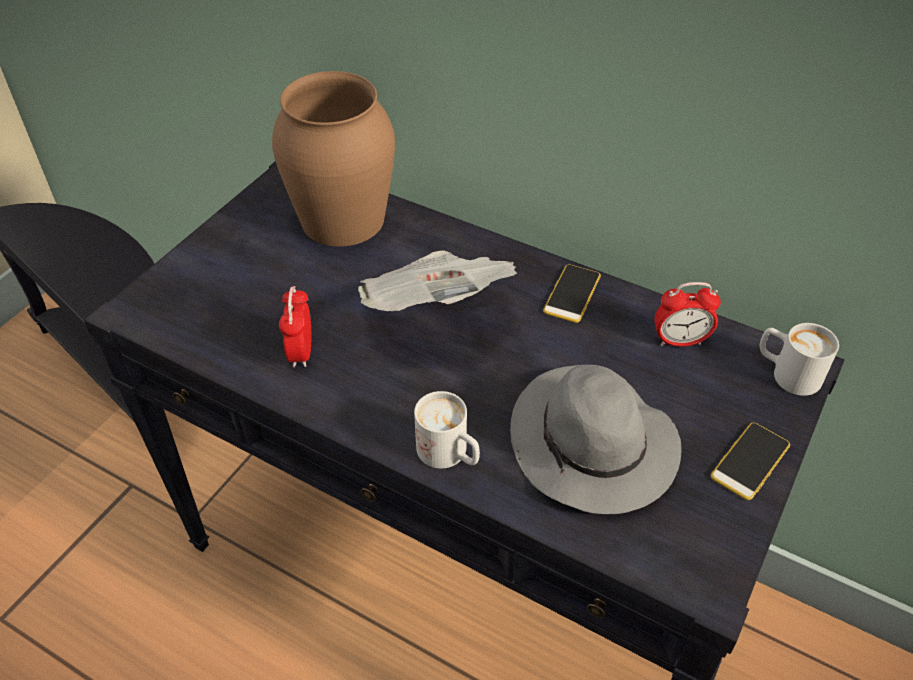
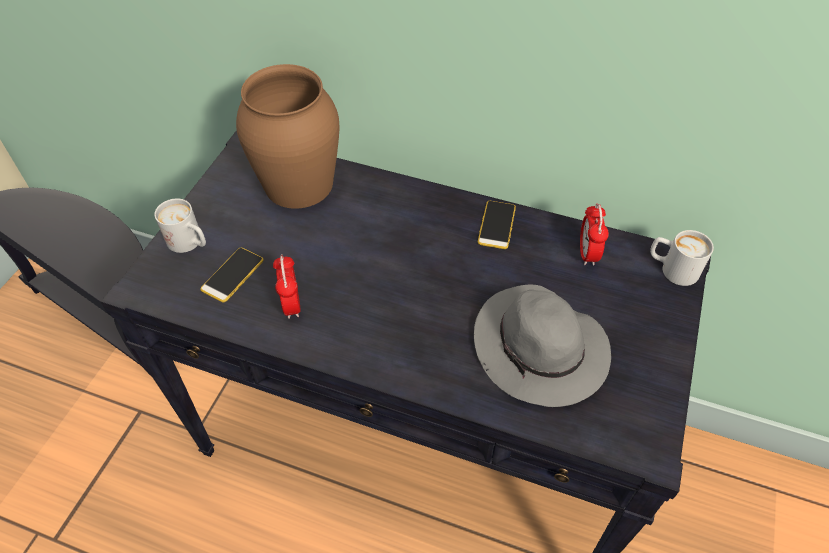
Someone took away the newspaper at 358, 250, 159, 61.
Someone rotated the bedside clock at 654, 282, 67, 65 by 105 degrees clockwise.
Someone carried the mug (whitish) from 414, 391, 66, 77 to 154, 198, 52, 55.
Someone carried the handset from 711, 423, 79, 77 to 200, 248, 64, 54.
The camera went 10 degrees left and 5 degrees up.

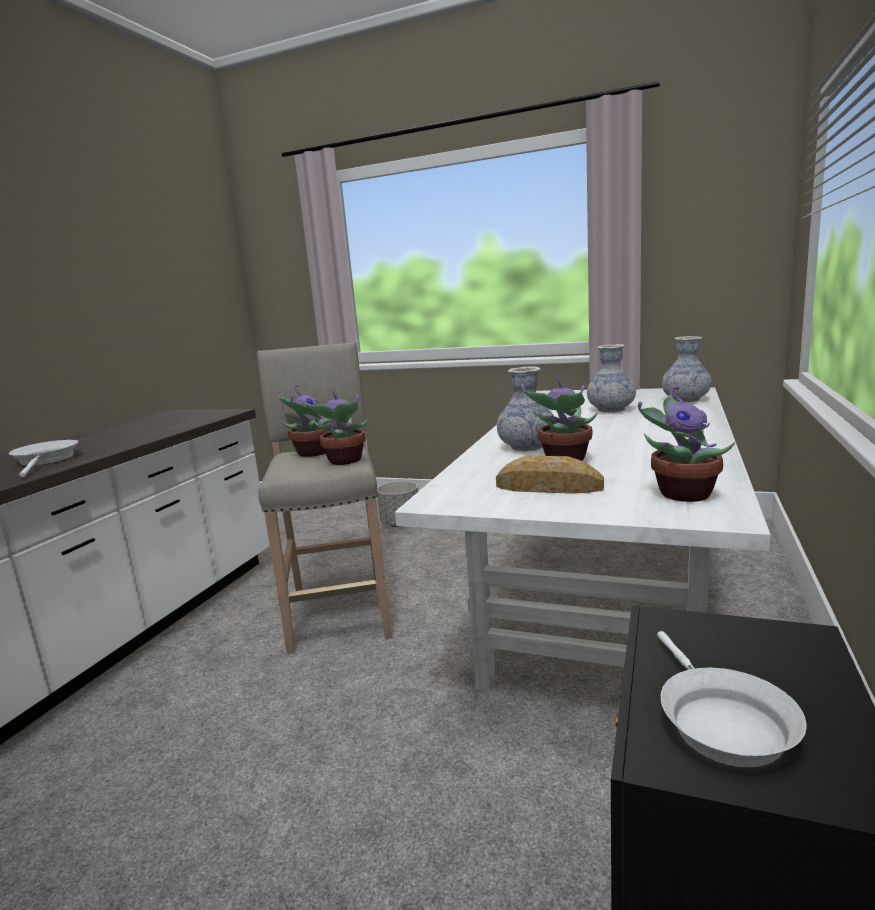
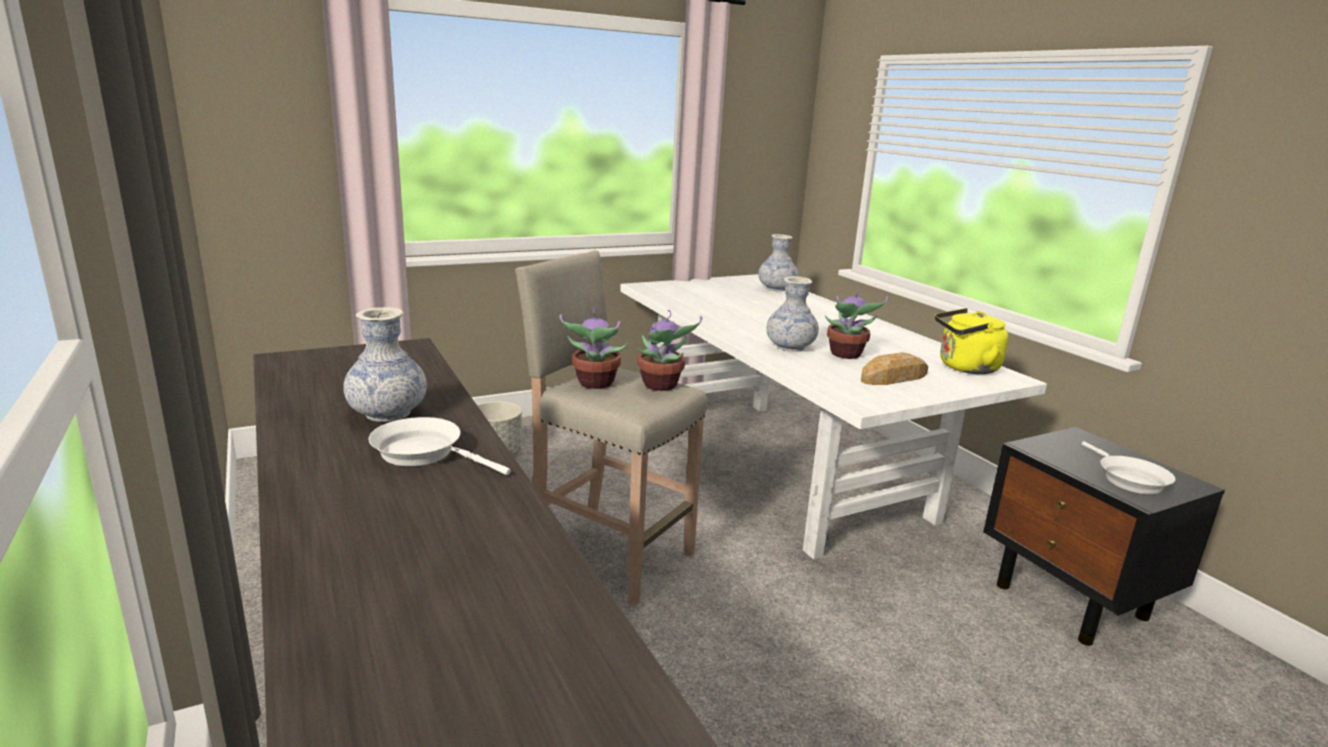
Someone carried the vase from 587, 344, 49, 68 to 343, 307, 84, 115.
Someone swapped the potted plant at 638, 387, 97, 115 for the water kettle (yellow) at 935, 308, 73, 66.
Someone rotated the frying pan (whitish) at 657, 631, 150, 136 by 45 degrees clockwise.
The camera went 50 degrees left and 5 degrees up.

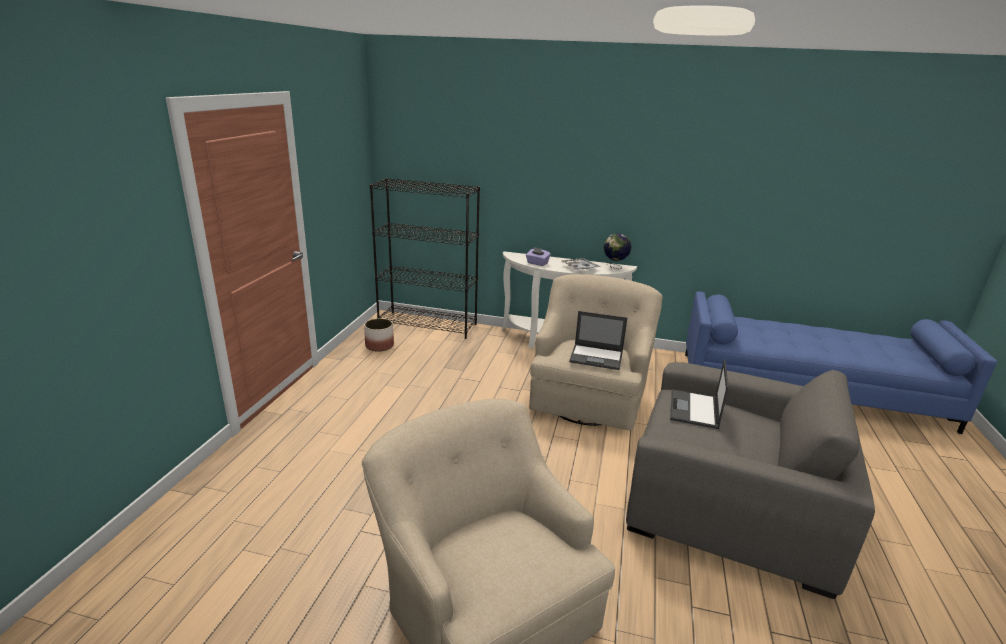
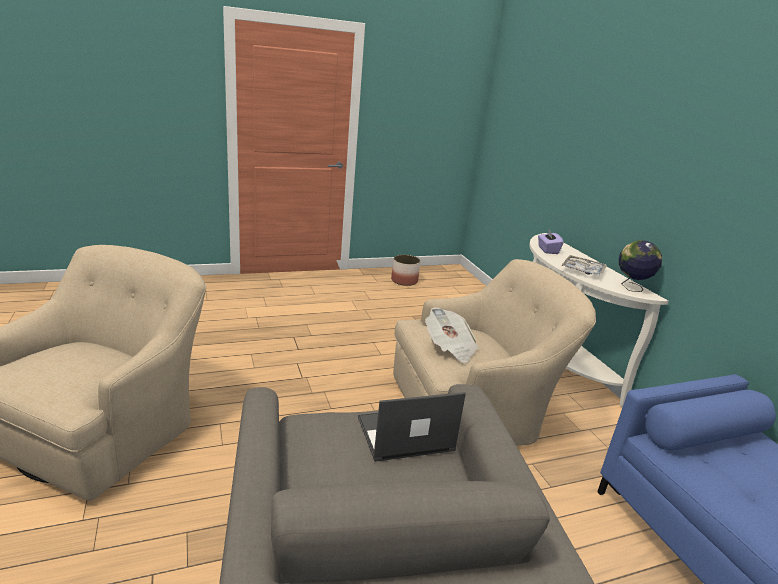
Someone took away the bookcase (black-coloured) at 370, 178, 110, 161.
Someone swapped the portable computer at 569, 311, 58, 59 for the newspaper at 425, 307, 54, 56.
The camera went 55 degrees right and 0 degrees up.

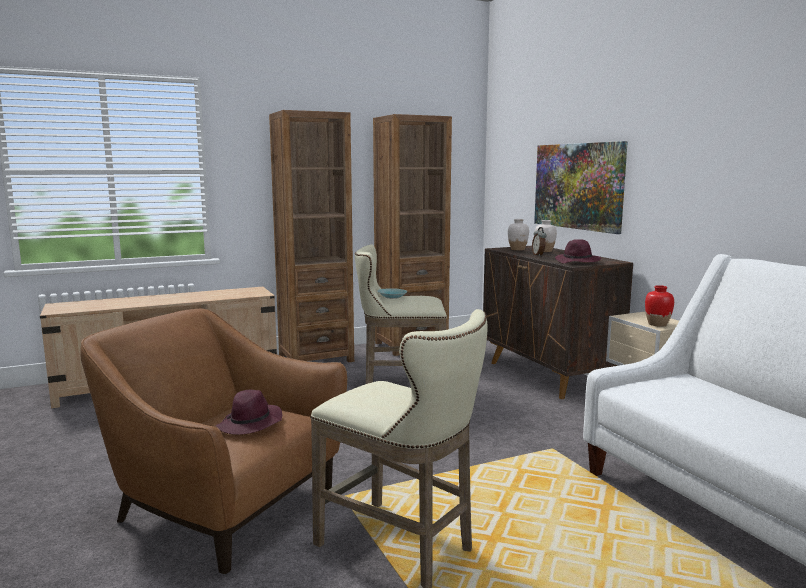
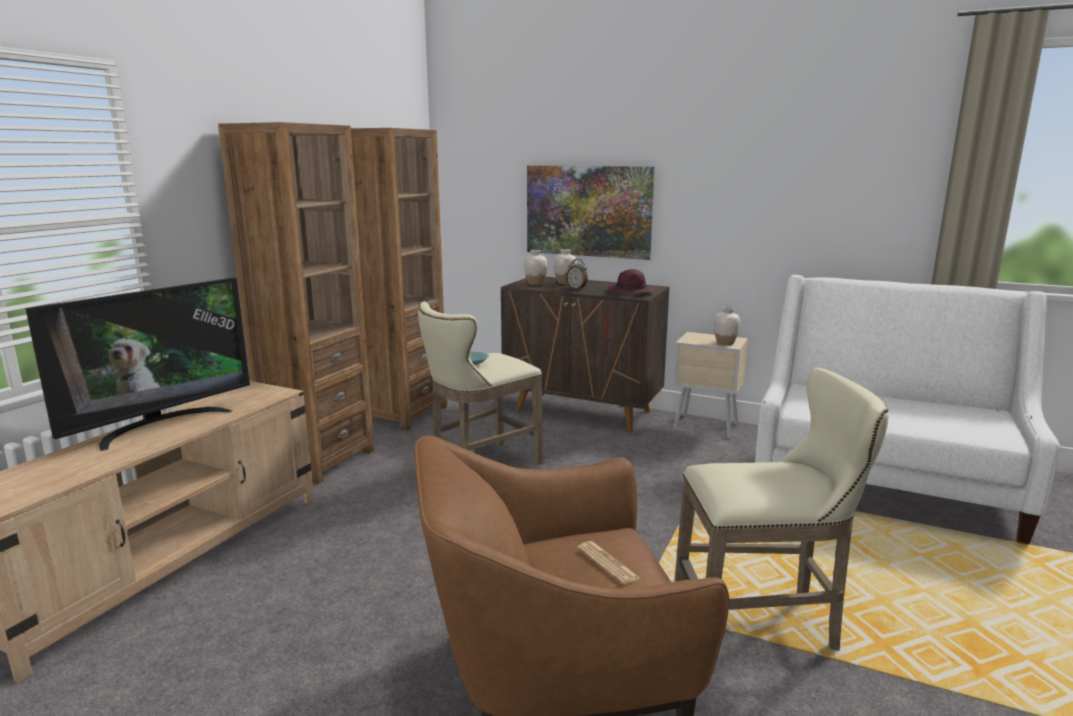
Someone repainted the vase (reddish) at 645, 285, 29, 42, which became the vase (whitish) at 714, 307, 26, 38.
Someone swapped the hat (purplish) at 216, 390, 66, 45 for the newspaper at 577, 541, 63, 44.
Someone put down the television at 25, 278, 225, 173.
The camera went 40 degrees left and 5 degrees up.

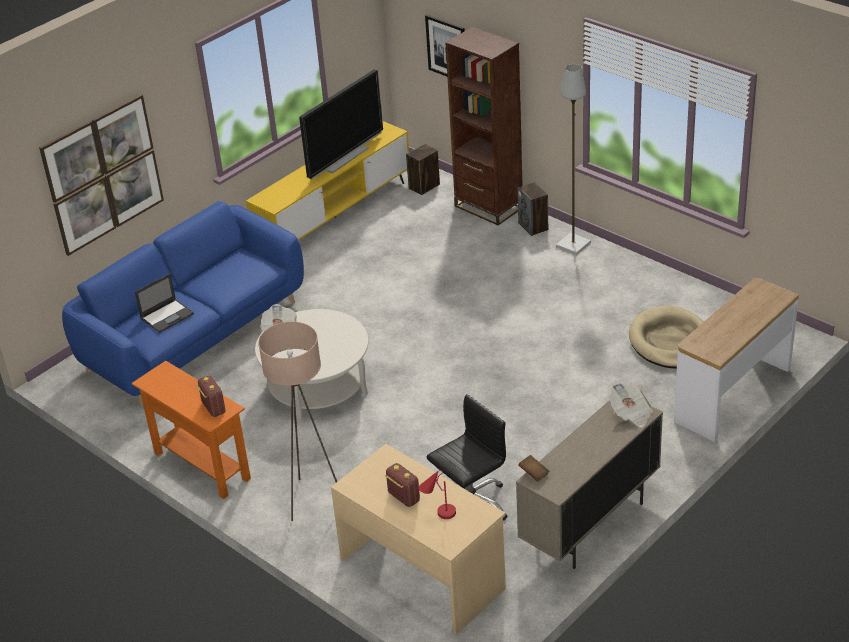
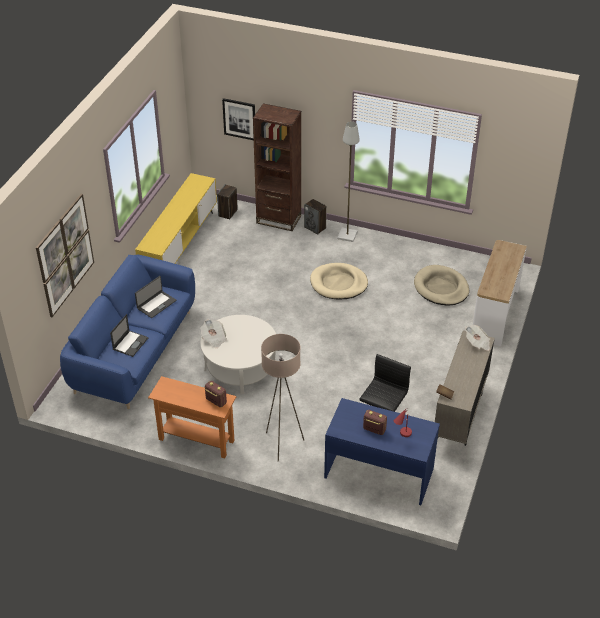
Someone took away the television at 299, 69, 84, 111.
Someone repainted the desk table (sand-coloured) at 331, 444, 175, 191, which became the desk table (bluish) at 324, 398, 116, 107.
Someone put down the pet bed (sand-coloured) at 310, 263, 58, 36.
Someone put down the portable computer at 135, 276, 41, 42.
The camera went 25 degrees left and 5 degrees up.

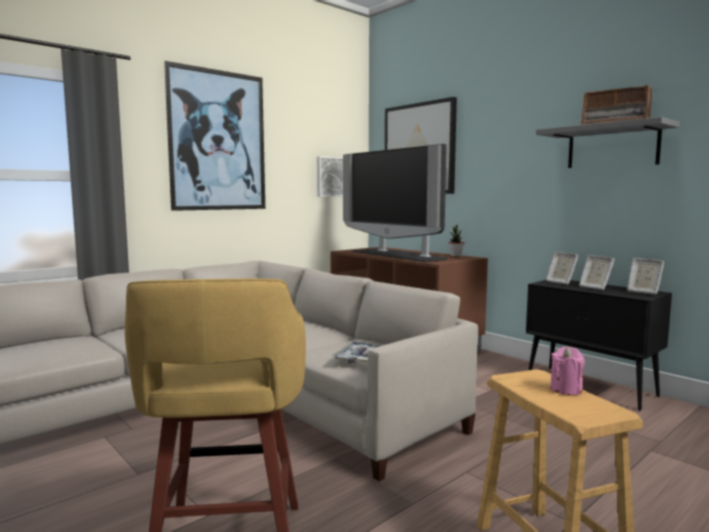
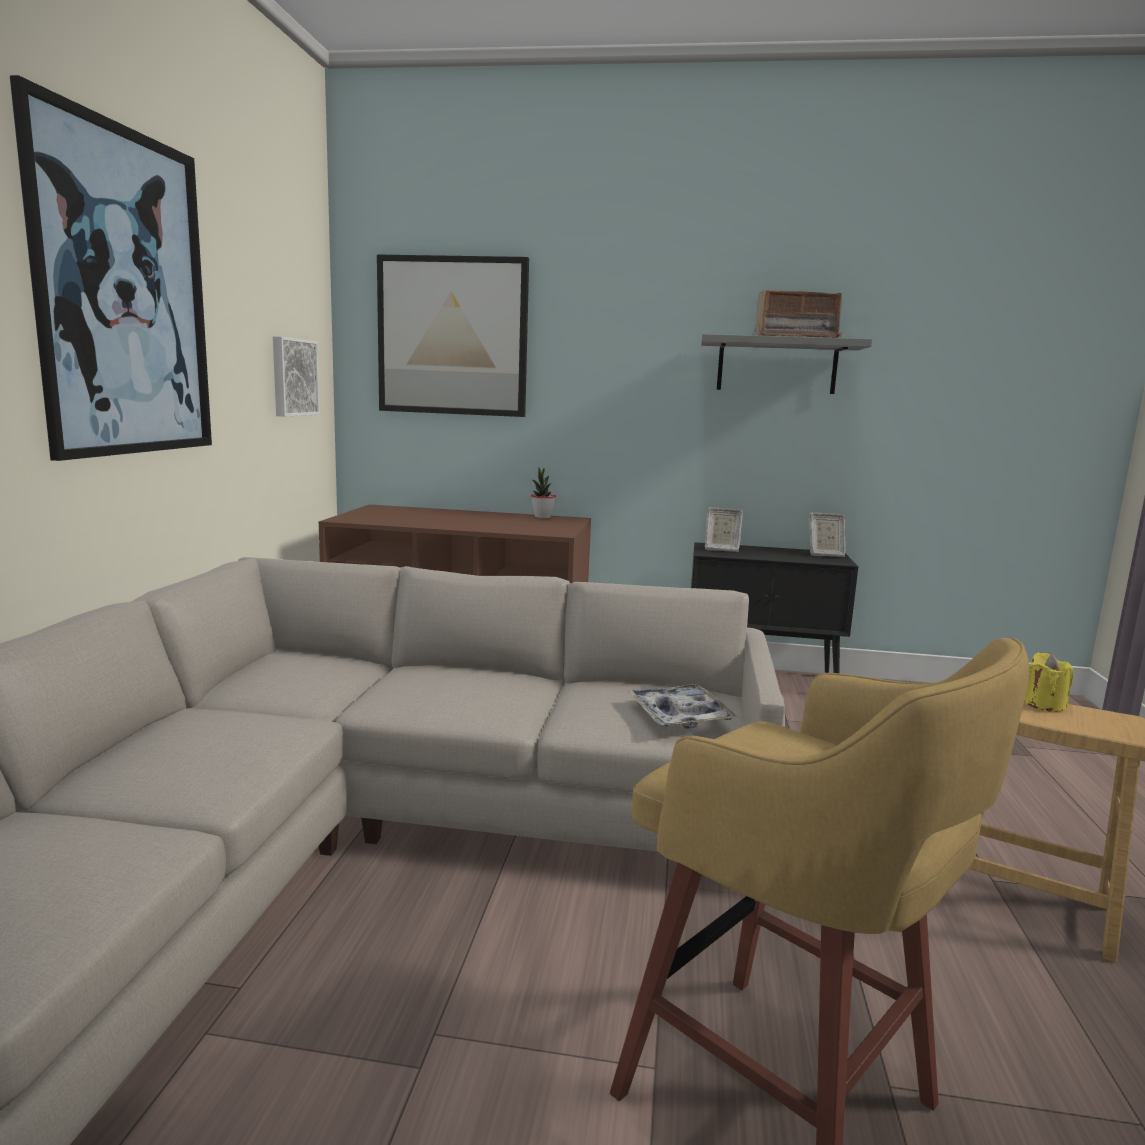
Someone took away the television at 343, 144, 105, 118.
Someone took away the standing frame at 579, 255, 36, 35.
Someone repainted the wax candle (pink) at 550, 346, 35, 49, which became the wax candle (yellow) at 1024, 652, 50, 60.
The camera went 40 degrees left and 5 degrees up.

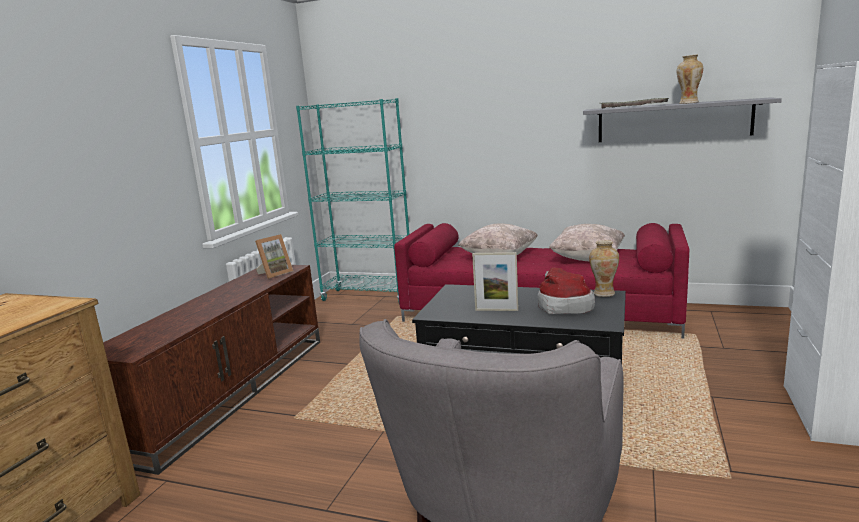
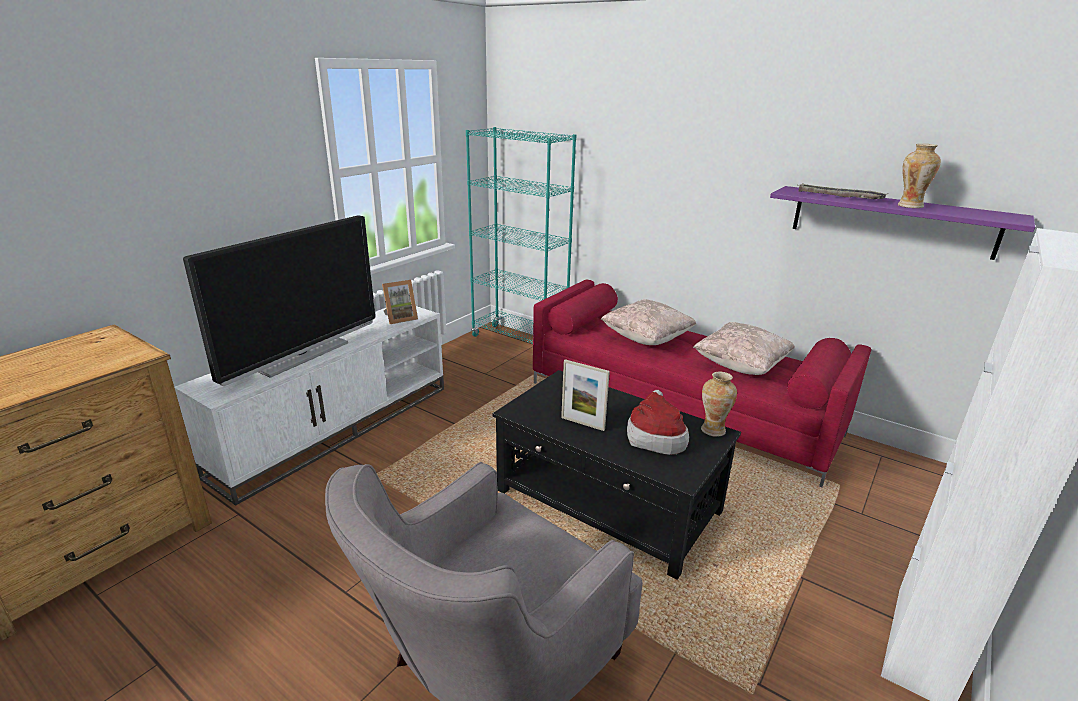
Someone repainted the bracket shelf (greyish) at 583, 97, 199, 45, which became the bracket shelf (purplish) at 770, 186, 265, 74.
Someone repainted the tv stand (brownish) at 103, 265, 217, 210, which became the tv stand (whitish) at 174, 306, 270, 200.
Someone put down the television at 183, 215, 192, 171.
The camera went 15 degrees right and 10 degrees up.

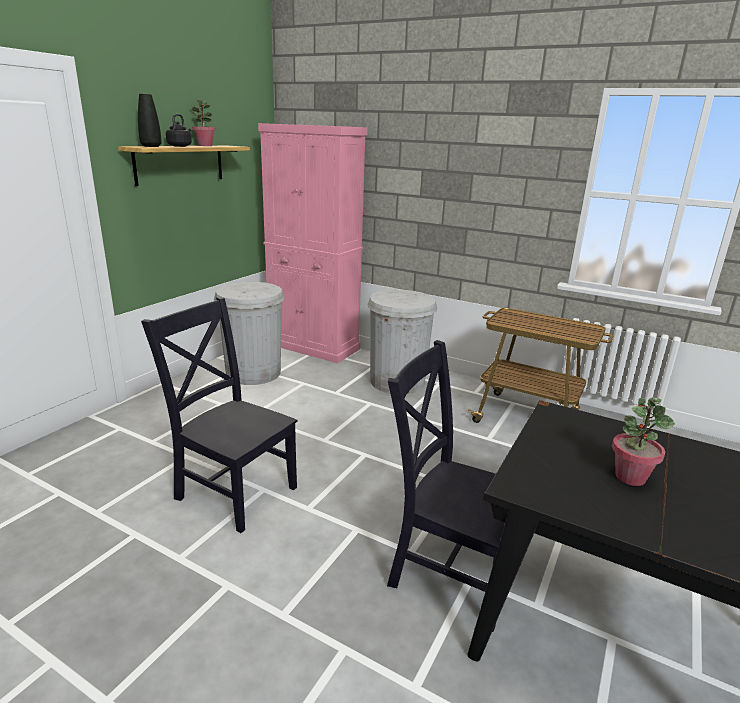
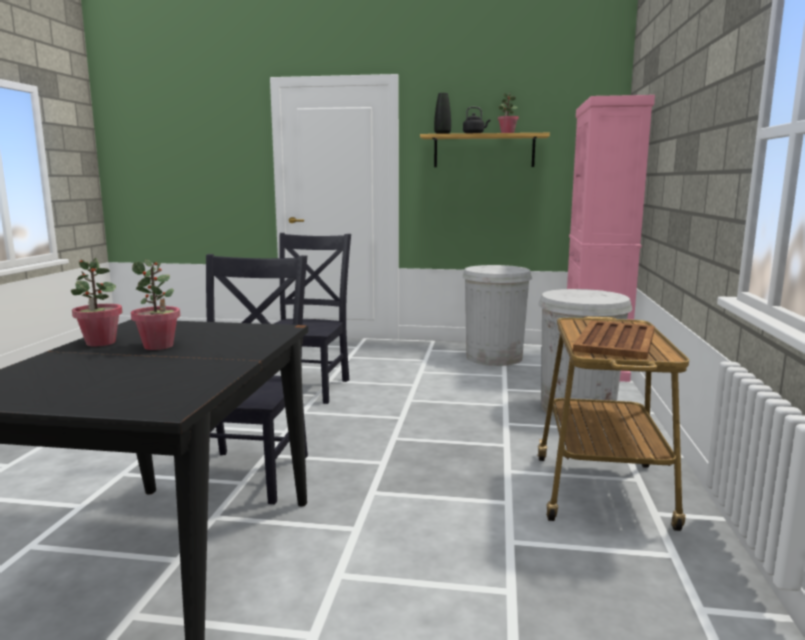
Someone put down the potted plant at 71, 257, 51, 89.
Someone put down the tray (brownish) at 573, 320, 82, 39.
The camera went 70 degrees right and 10 degrees down.

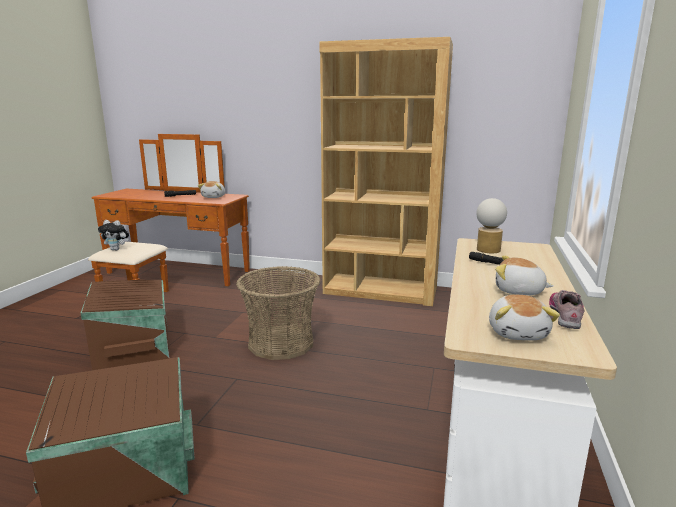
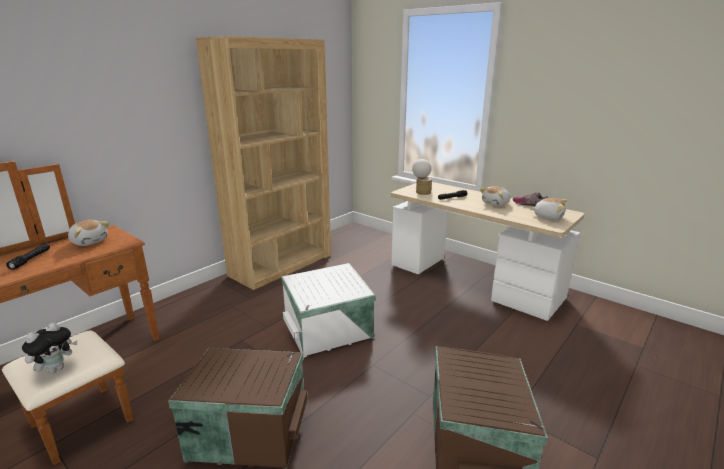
Someone swapped the basket at 236, 266, 84, 94 for the storage bin (whitish) at 281, 263, 95, 95.
The camera went 65 degrees left and 5 degrees up.

